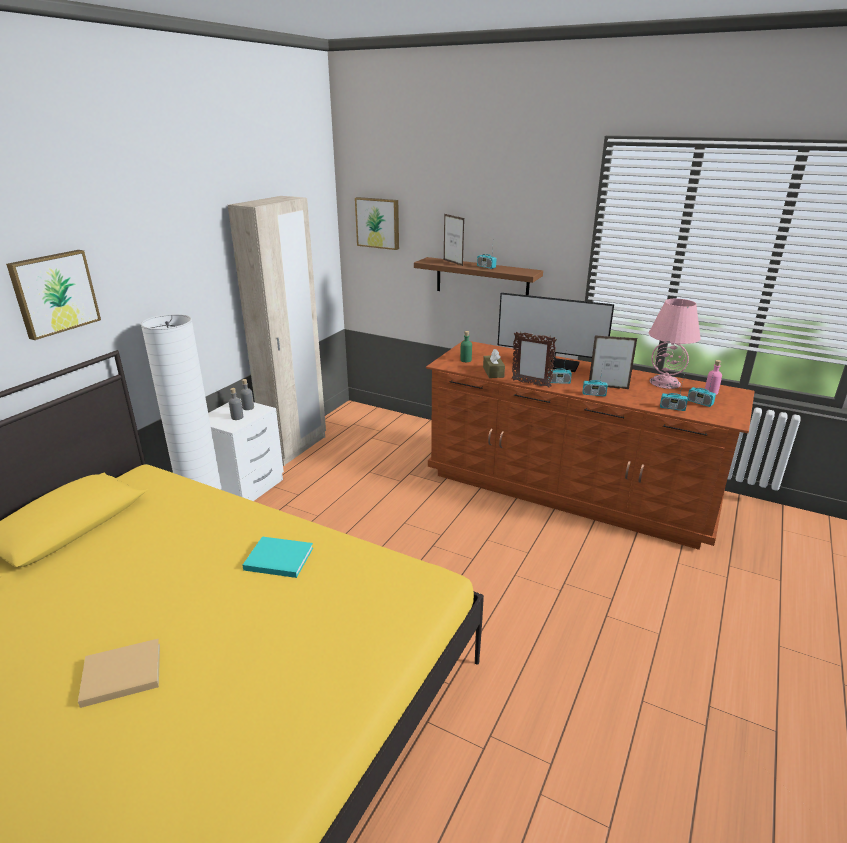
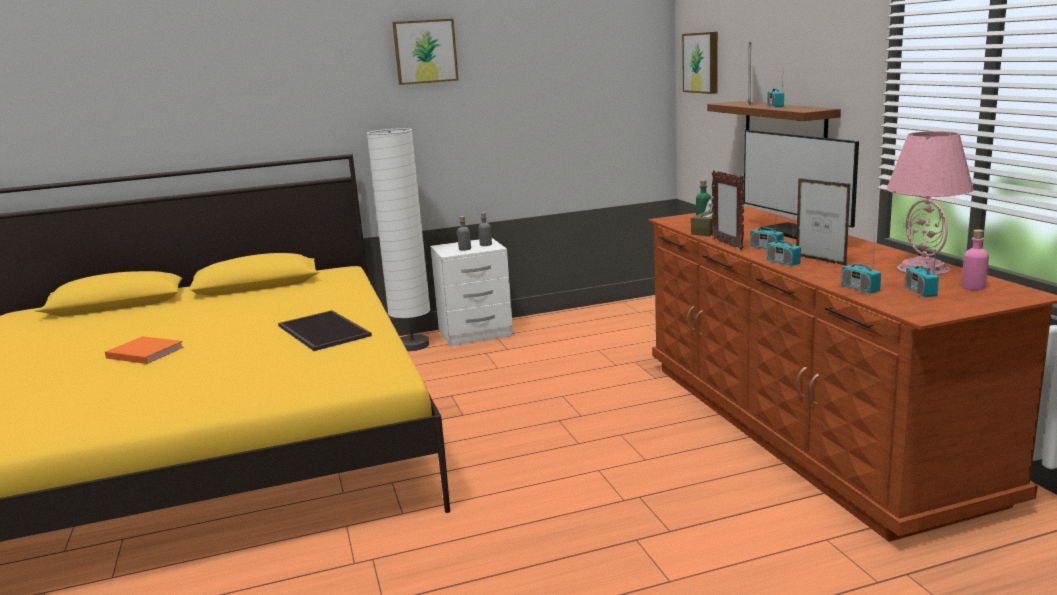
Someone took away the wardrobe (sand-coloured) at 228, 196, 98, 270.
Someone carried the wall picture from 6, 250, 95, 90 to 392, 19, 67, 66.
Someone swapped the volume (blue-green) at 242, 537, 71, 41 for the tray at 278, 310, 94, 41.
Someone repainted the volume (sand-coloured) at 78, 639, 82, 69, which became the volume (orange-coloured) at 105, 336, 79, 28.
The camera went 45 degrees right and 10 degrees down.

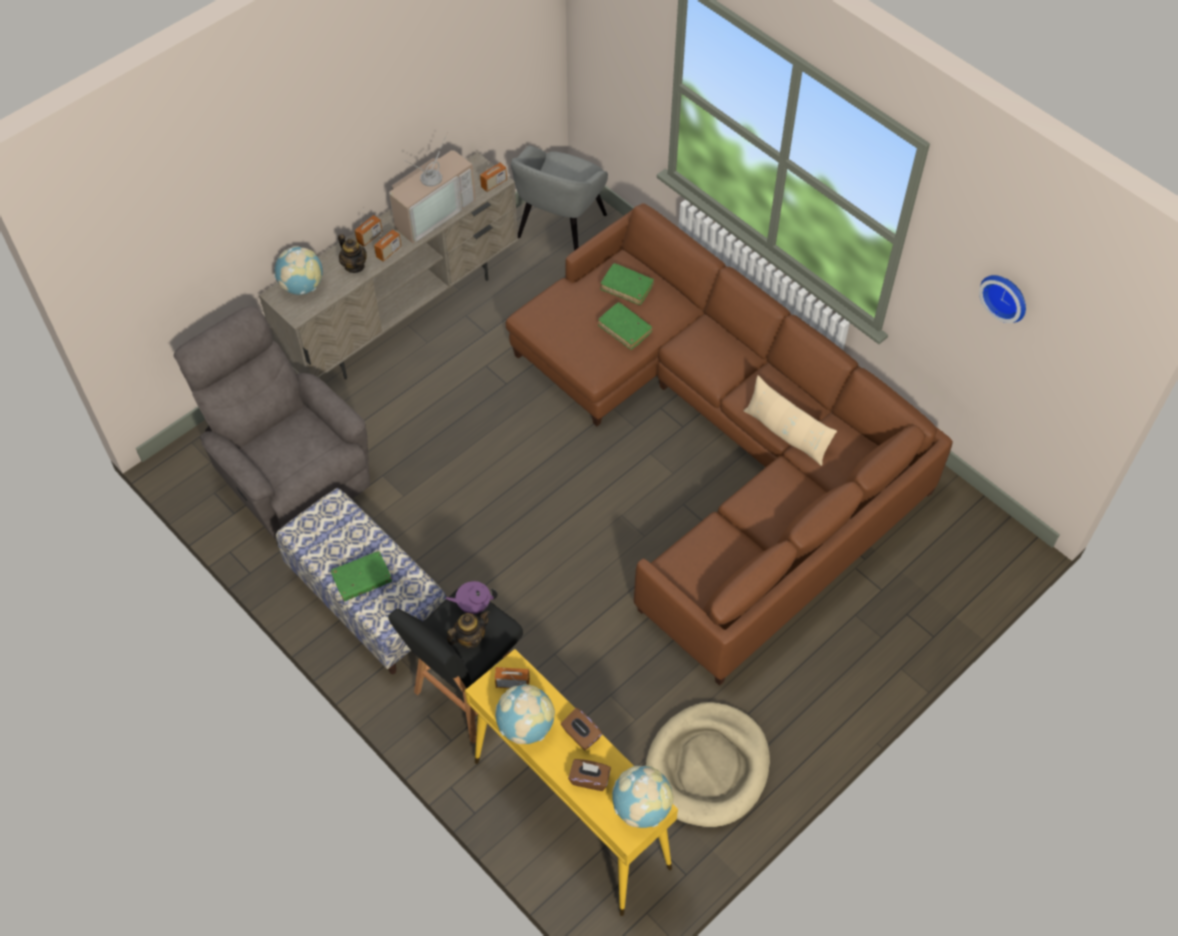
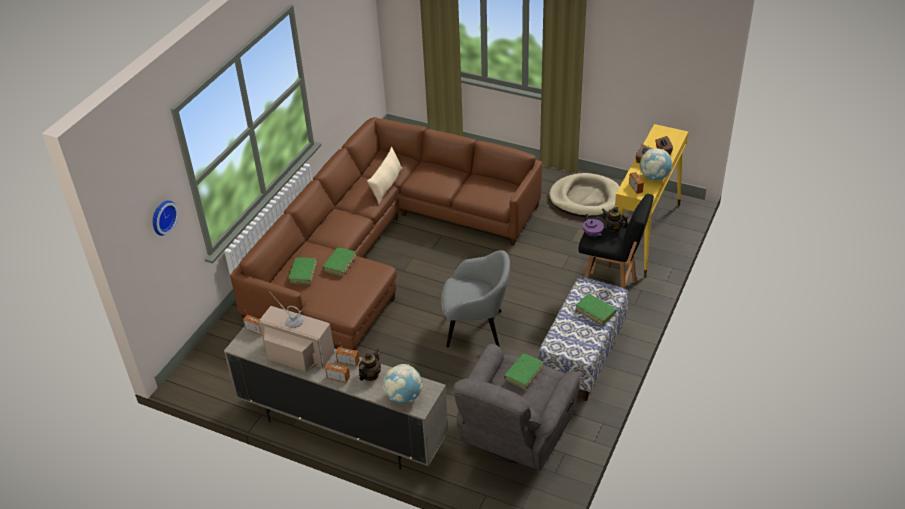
Someone carried the armchair (greyish) from 511, 145, 97, 106 to 441, 250, 69, 97.
Someone carried the wall clock from 979, 275, 47, 48 to 153, 200, 25, 36.
Someone took away the globe at 612, 766, 62, 62.
Someone put down the volume (green) at 504, 354, 40, 36.
The camera went 110 degrees left and 15 degrees down.

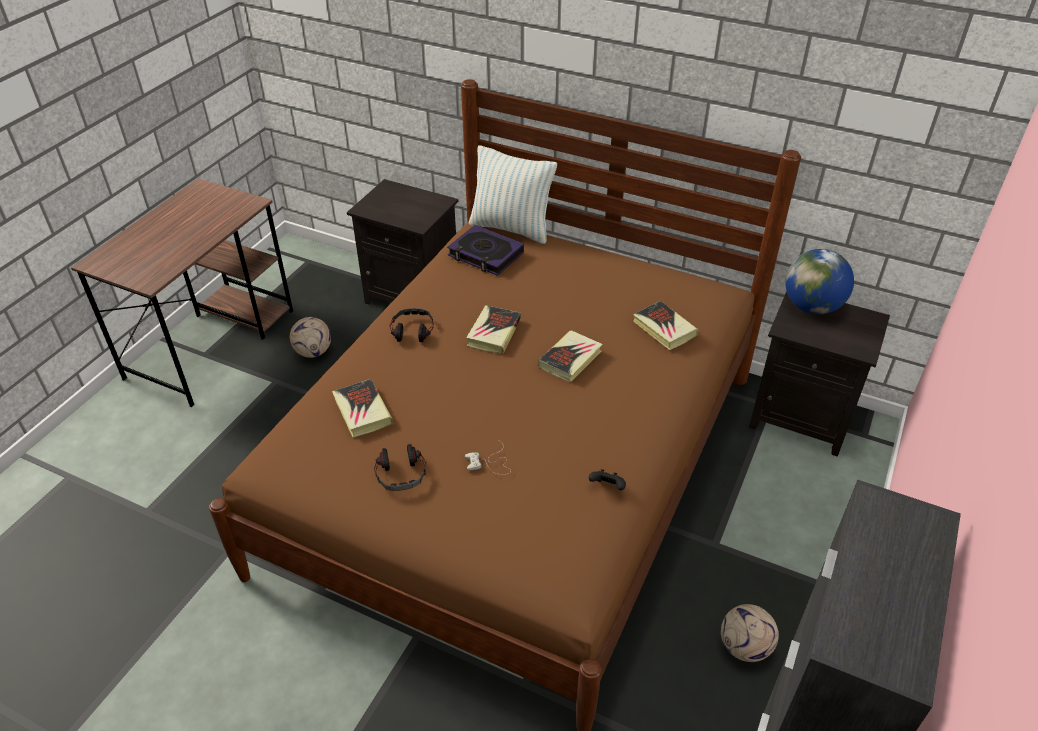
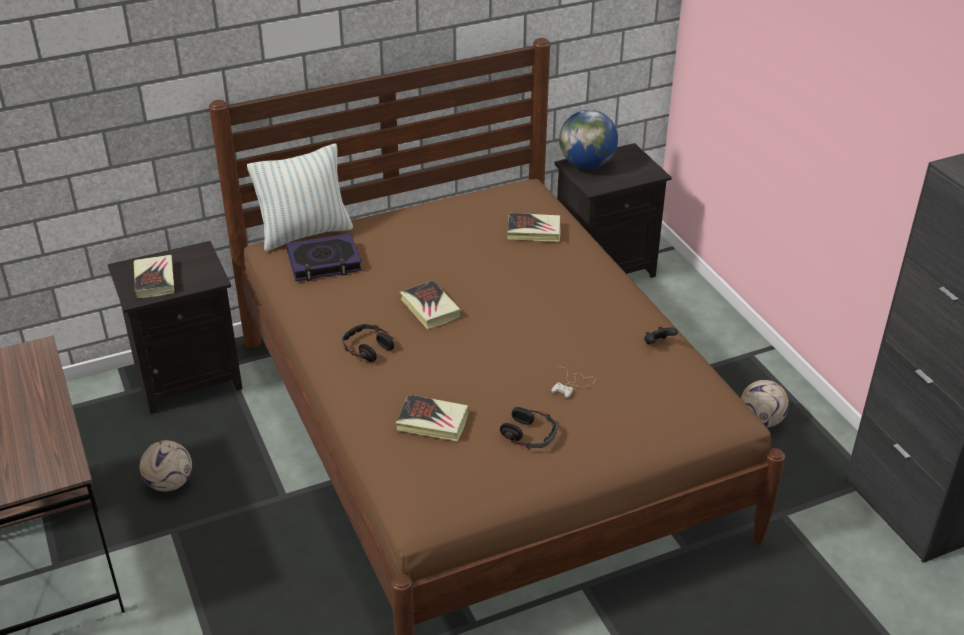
Someone carried the volume from 538, 330, 65, 52 to 134, 255, 40, 43.
The camera went 50 degrees left and 5 degrees down.

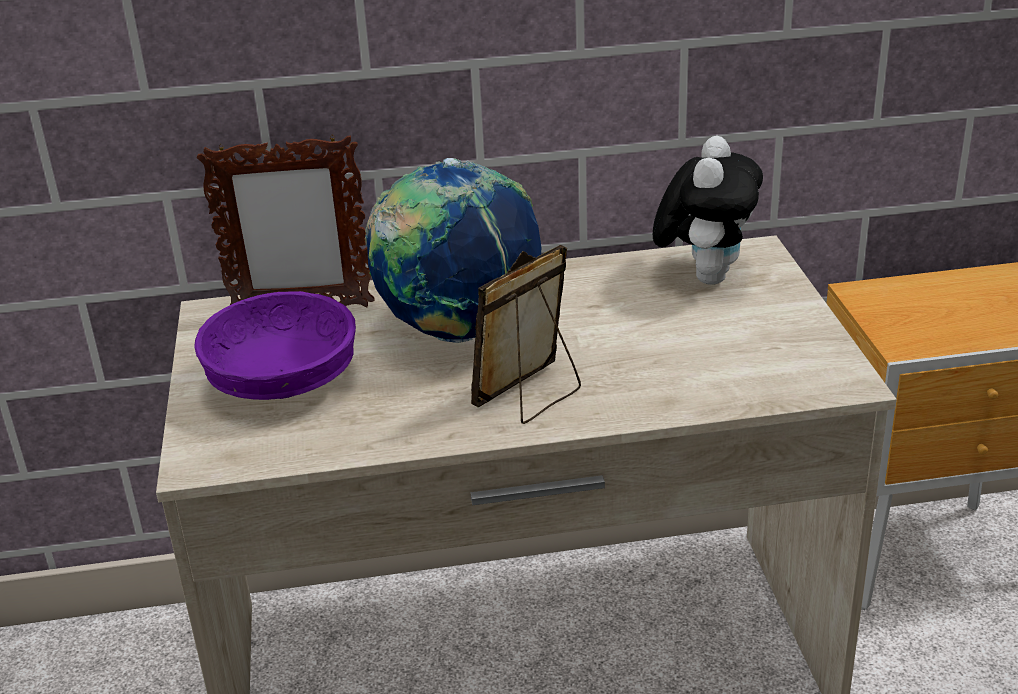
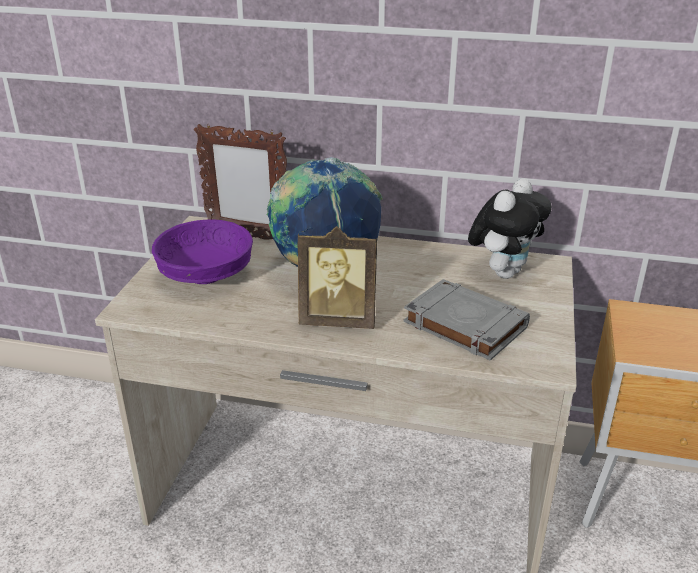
Someone rotated the standing frame at 471, 245, 110, 179 by 150 degrees counterclockwise.
Someone put down the volume (greyish) at 403, 279, 127, 82.
The camera went 20 degrees right and 0 degrees up.

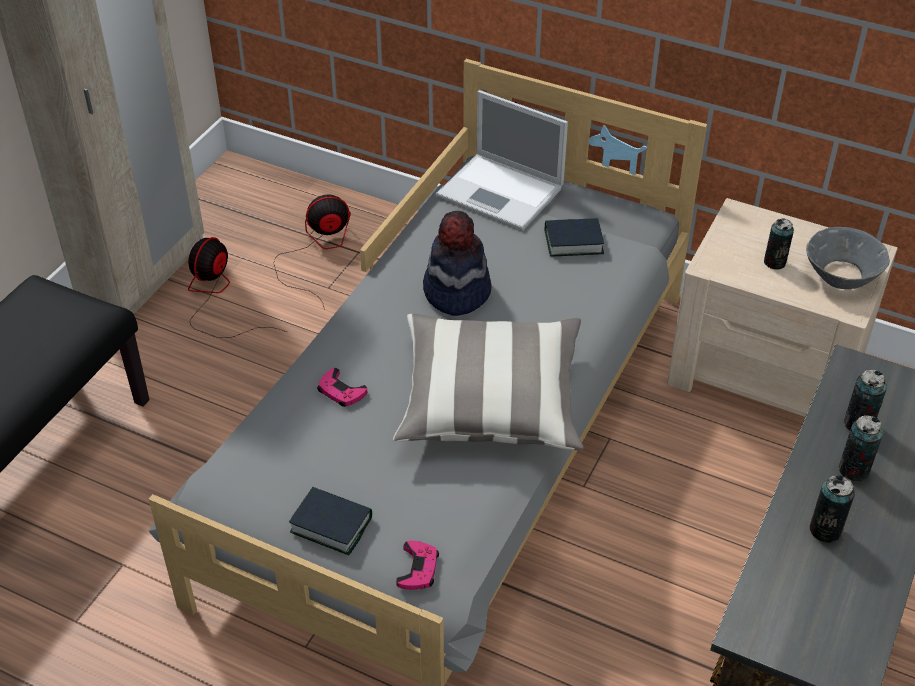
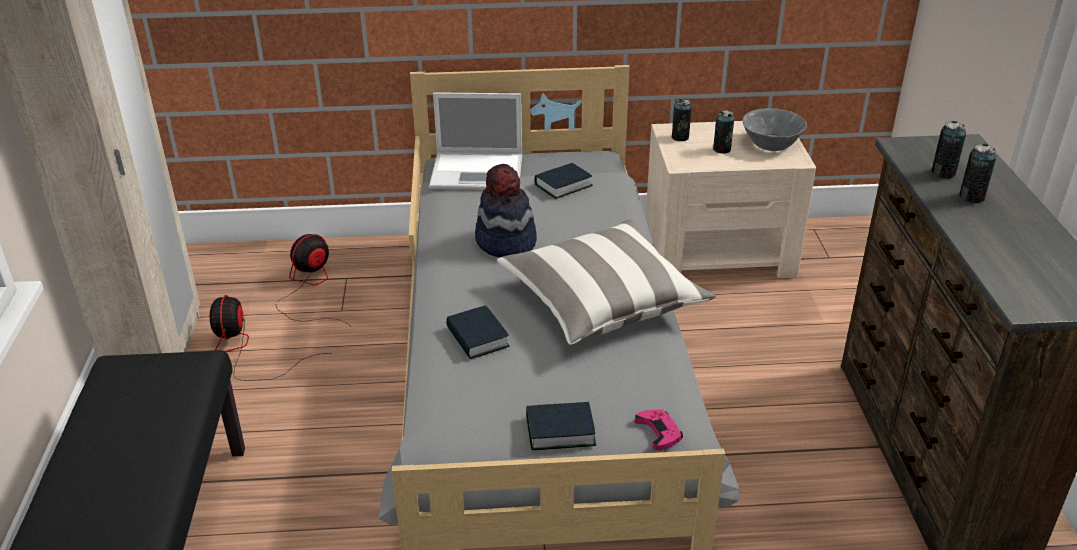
Someone swapped the game controller (pink) at 317, 368, 51, 39 for the volume at 446, 306, 63, 53.
Someone carried the sealed can from 810, 475, 45, 68 to 672, 99, 20, 42.
The camera went 30 degrees left and 10 degrees down.

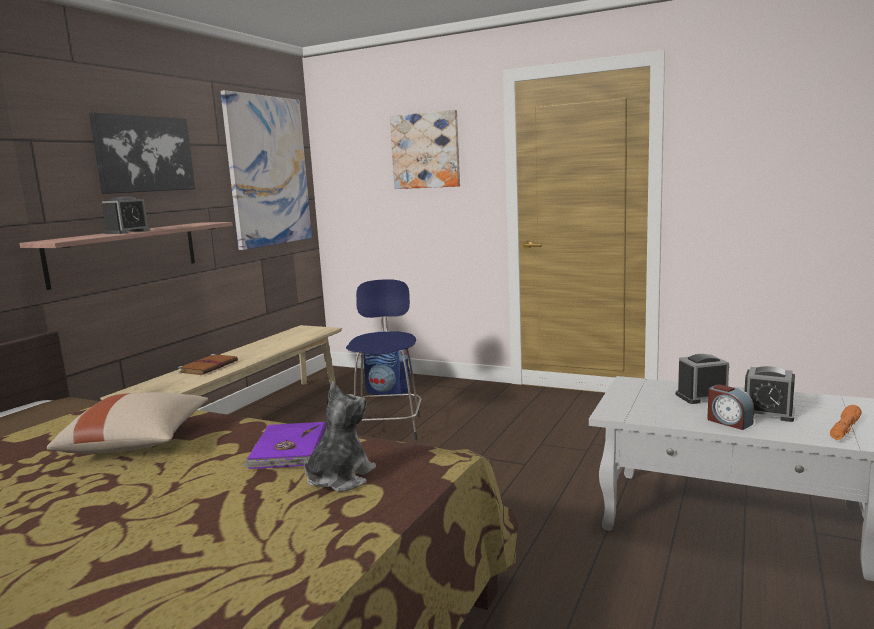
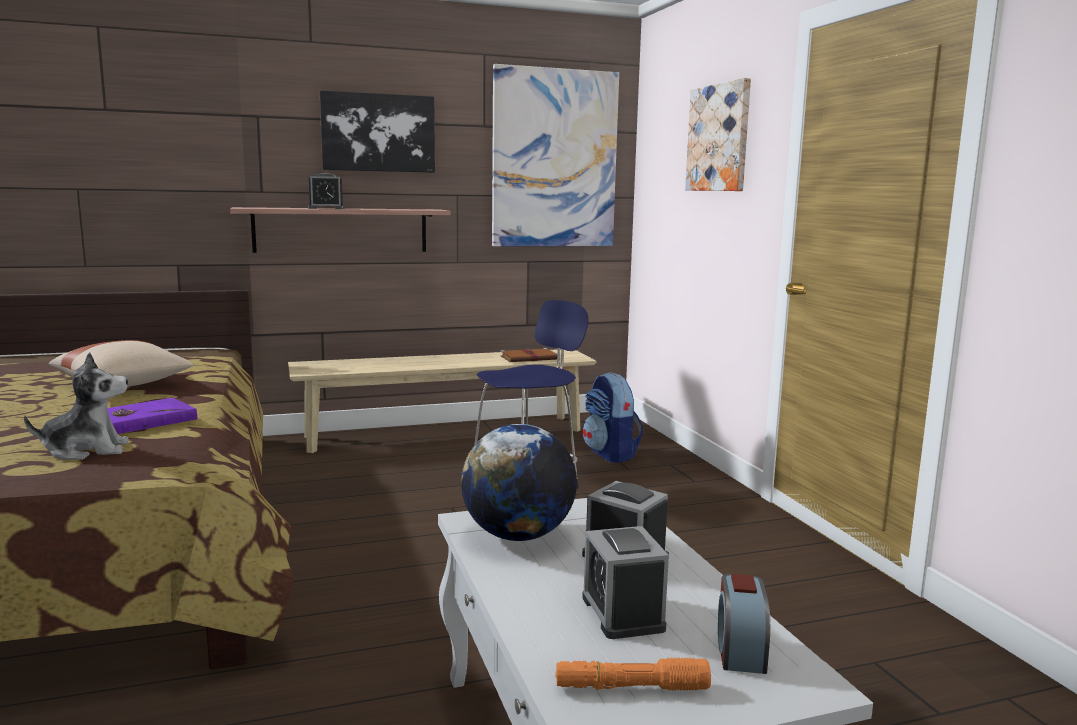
Someone carried the volume (brownish) from 178, 354, 60, 21 to 500, 348, 57, 14.
Someone carried the bedside clock from 707, 384, 47, 46 to 718, 574, 52, 100.
Someone put down the globe at 461, 424, 116, 117.
The camera went 45 degrees right and 0 degrees up.

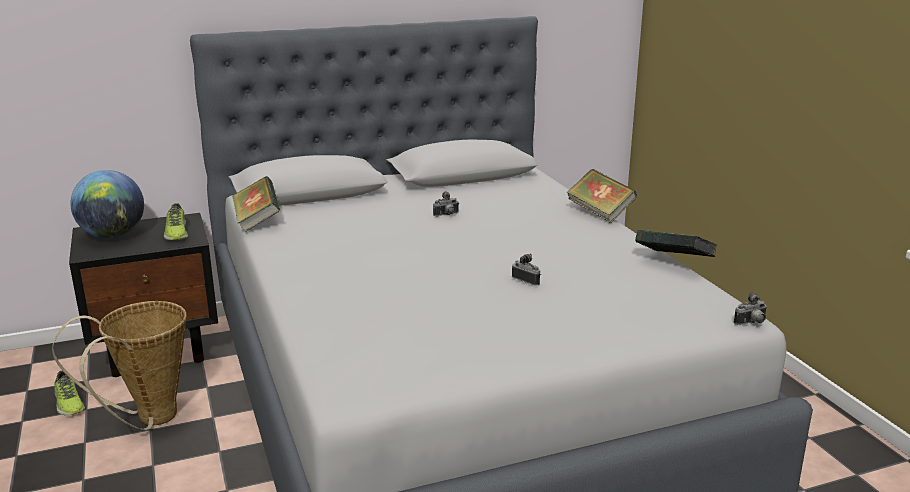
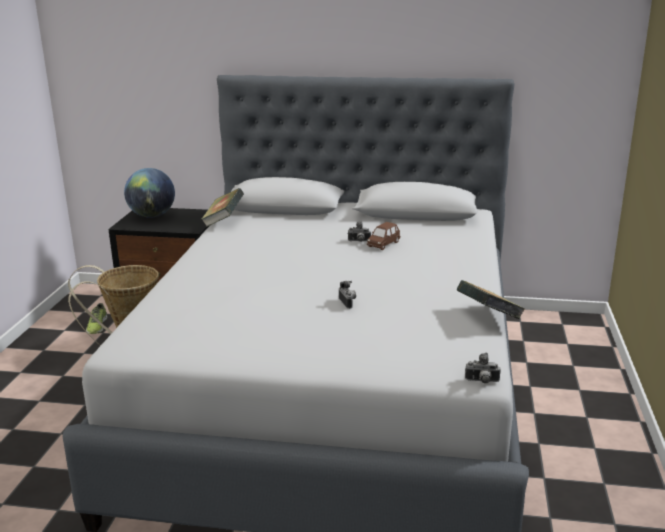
Someone took away the volume at 566, 169, 71, 54.
Someone took away the shoe at 164, 203, 24, 37.
Someone put down the miniature car (brownish) at 367, 222, 33, 28.
The camera went 30 degrees right and 0 degrees up.

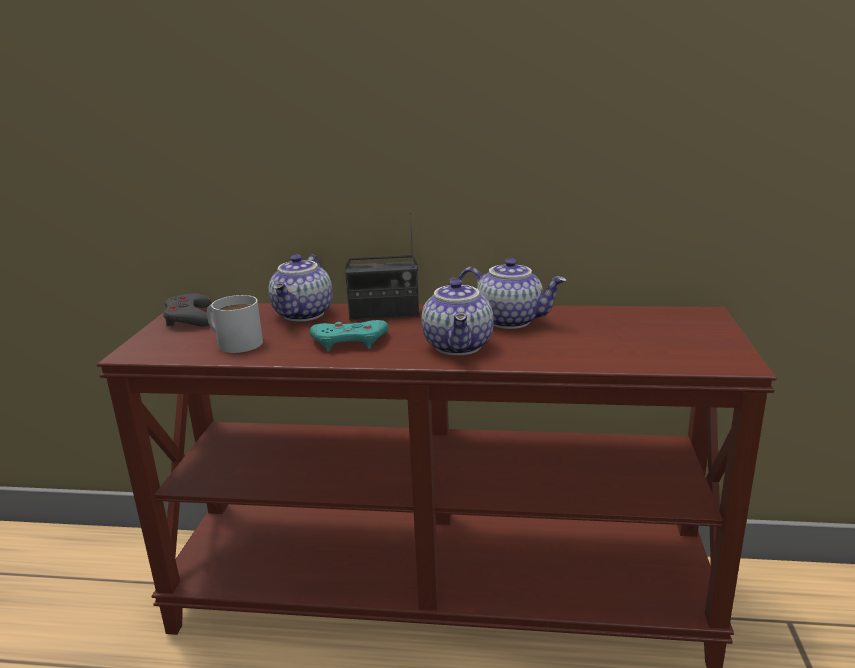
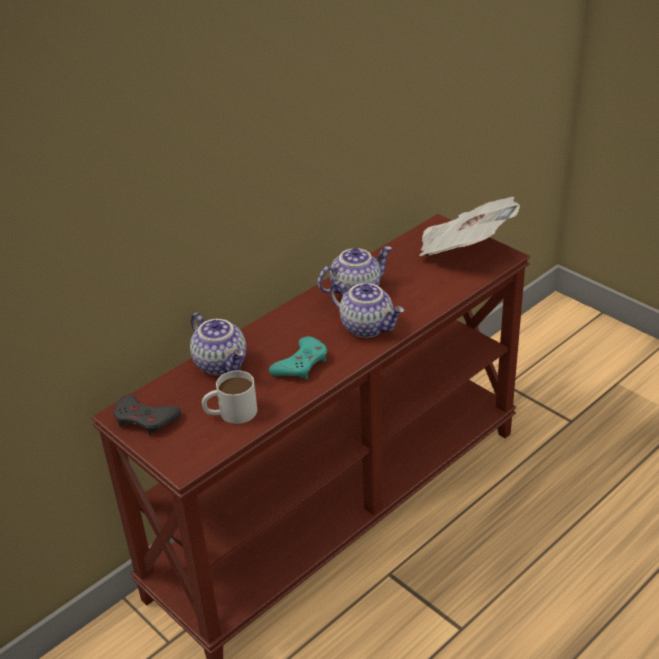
Someone took away the radio set at 345, 212, 74, 108.
Someone put down the newspaper at 419, 197, 101, 59.
The camera went 50 degrees left and 15 degrees up.

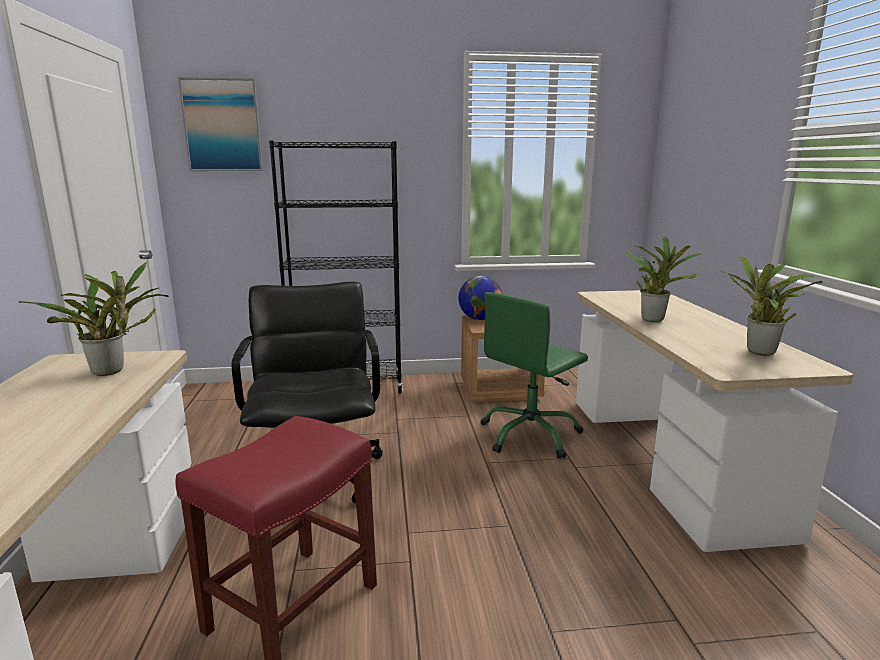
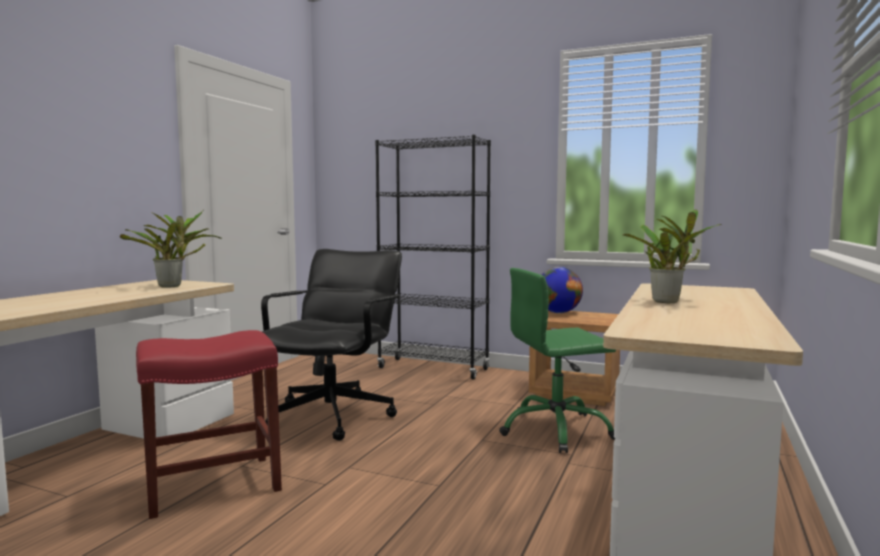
Someone took away the wall picture at 178, 77, 85, 94.
Someone took away the potted plant at 721, 256, 102, 100.
The camera went 30 degrees right and 10 degrees down.

